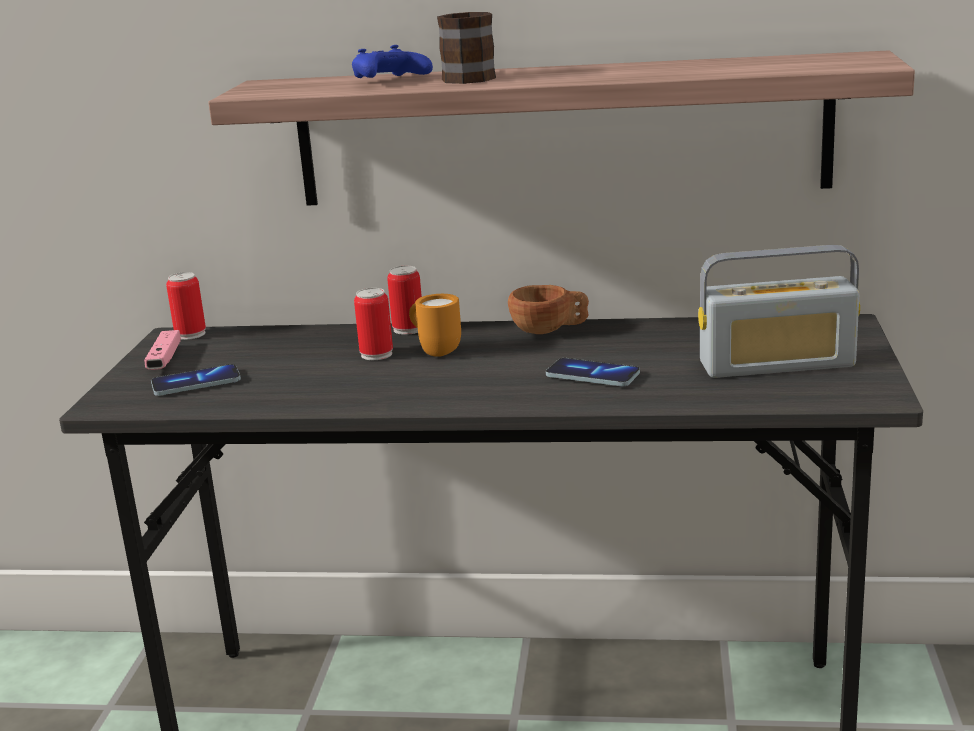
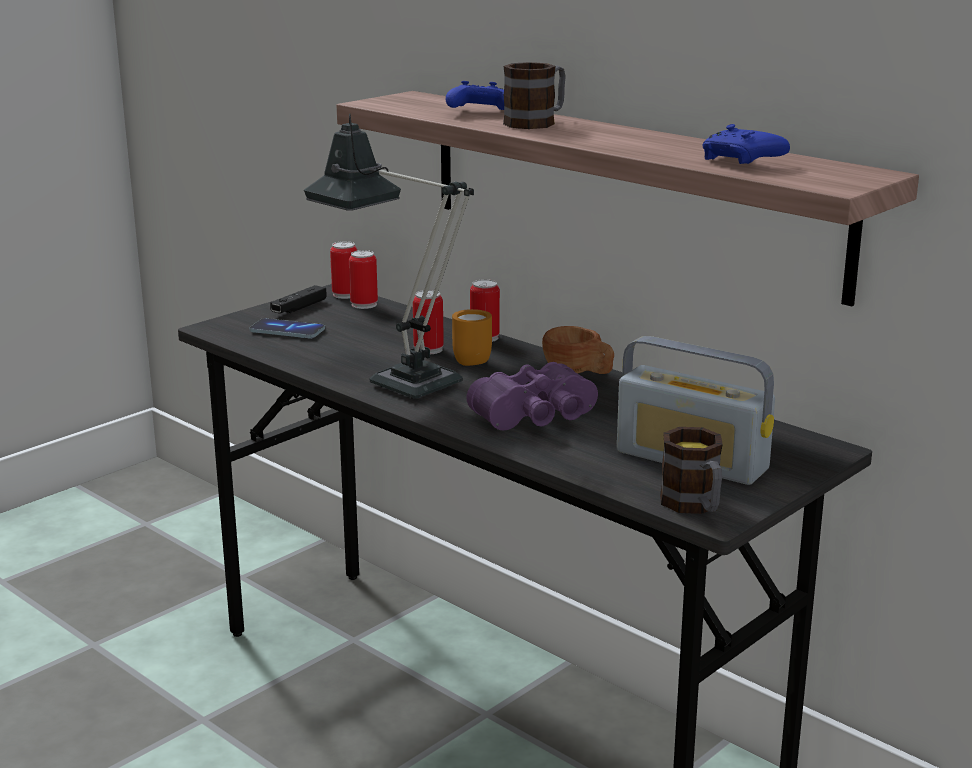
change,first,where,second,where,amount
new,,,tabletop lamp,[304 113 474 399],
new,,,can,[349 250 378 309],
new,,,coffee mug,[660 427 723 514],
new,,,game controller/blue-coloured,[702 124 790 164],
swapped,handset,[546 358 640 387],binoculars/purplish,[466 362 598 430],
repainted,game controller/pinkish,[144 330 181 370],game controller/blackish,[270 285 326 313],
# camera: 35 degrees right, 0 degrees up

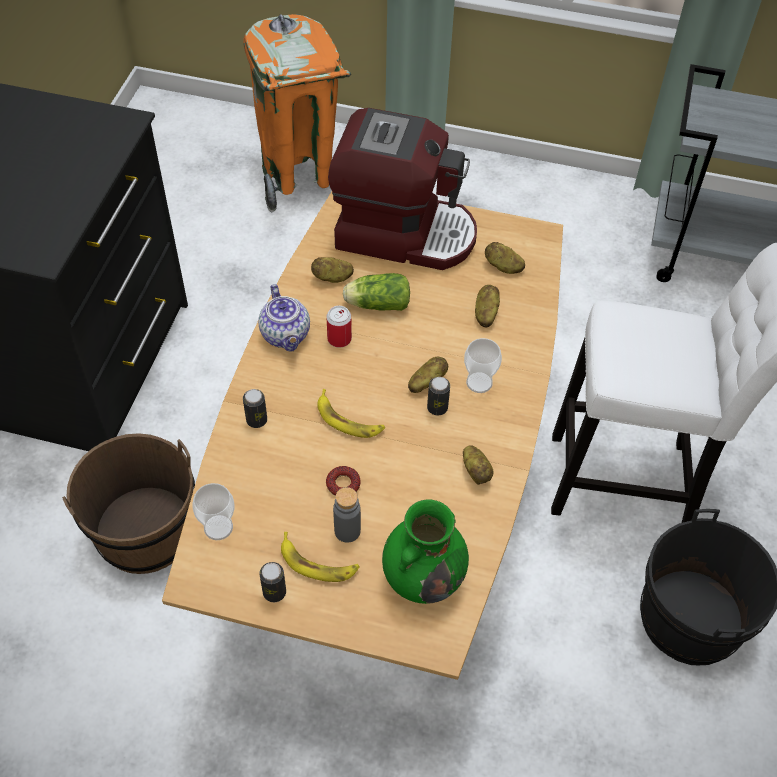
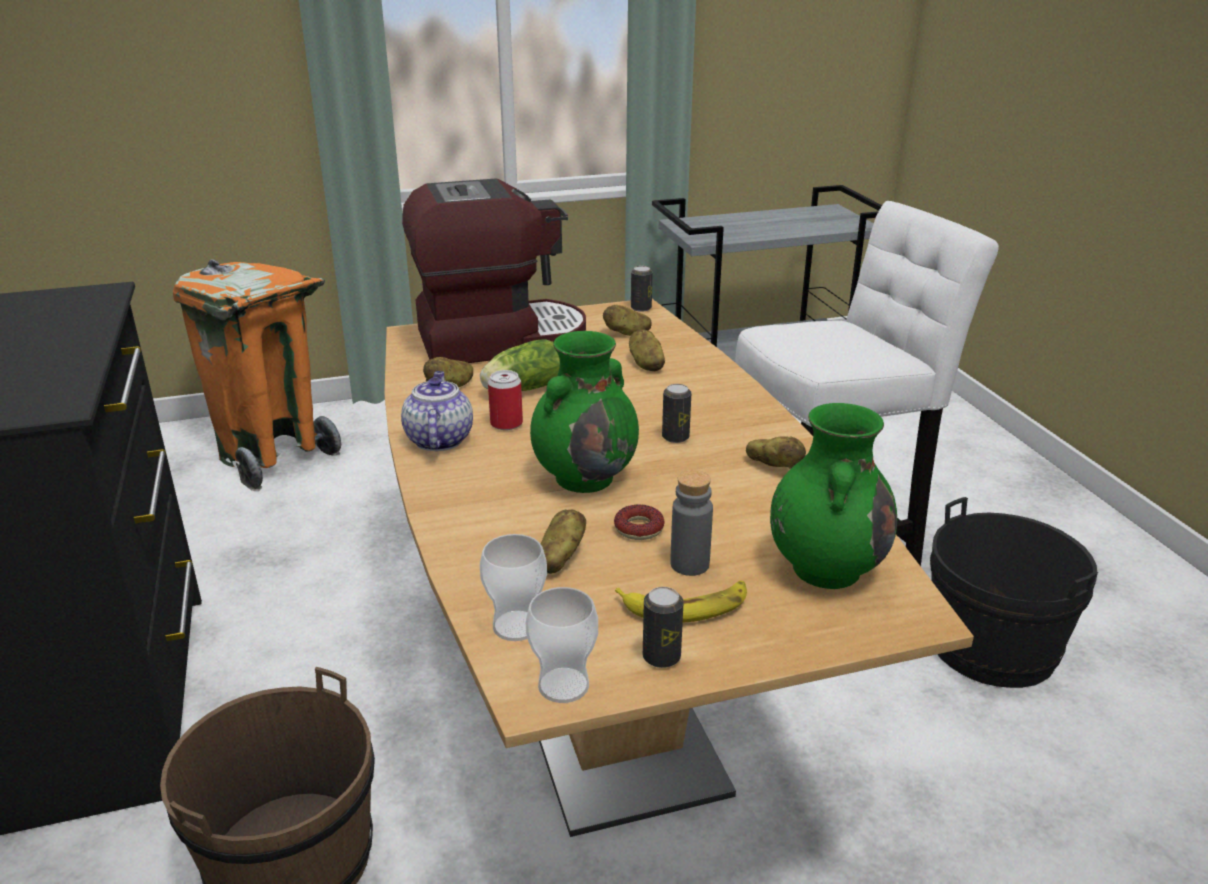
change,first,where,second,where,amount
shifted,can,[243 389 267 428],,[631 266 653 312],
shifted,whole potato,[408 357 449 393],,[540 510 586 574],
shifted,drinking cup,[464 338 502 393],,[526 587 598 703],
swapped,banana,[317 389 385 438],flower vase/green,[530 331 639 493],
rotated,pot for tea,[258 284 310 352],,[401 371 473 451],135 degrees counterclockwise
# camera: 30 degrees left, 25 degrees down

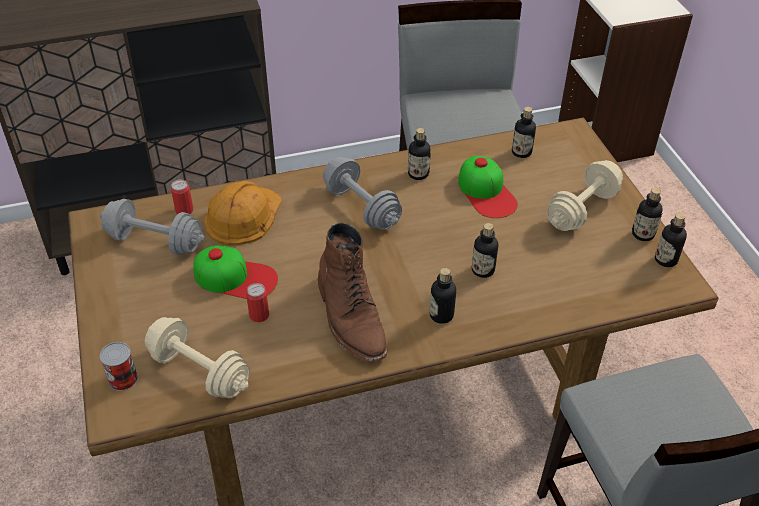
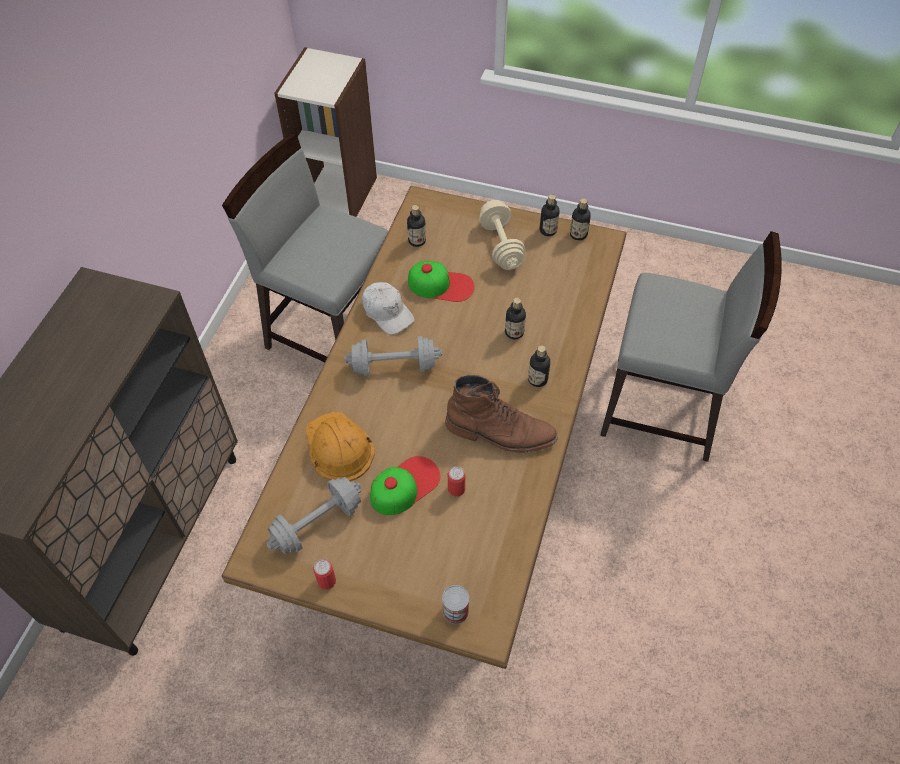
change,first,where,second,where,amount
gone,free weight/sand-coloured,[145 317 250 398],,,
shifted,can,[171 180 194 214],,[313 559 336 590],
swapped,bottle,[408 128 431 180],baseball cap/whitish,[362 282 415 335],
# camera: 55 degrees left, 10 degrees up

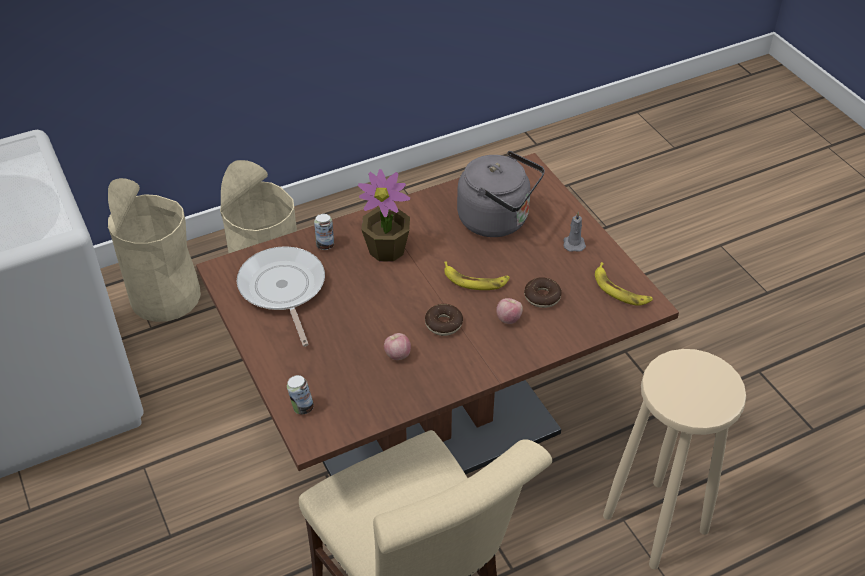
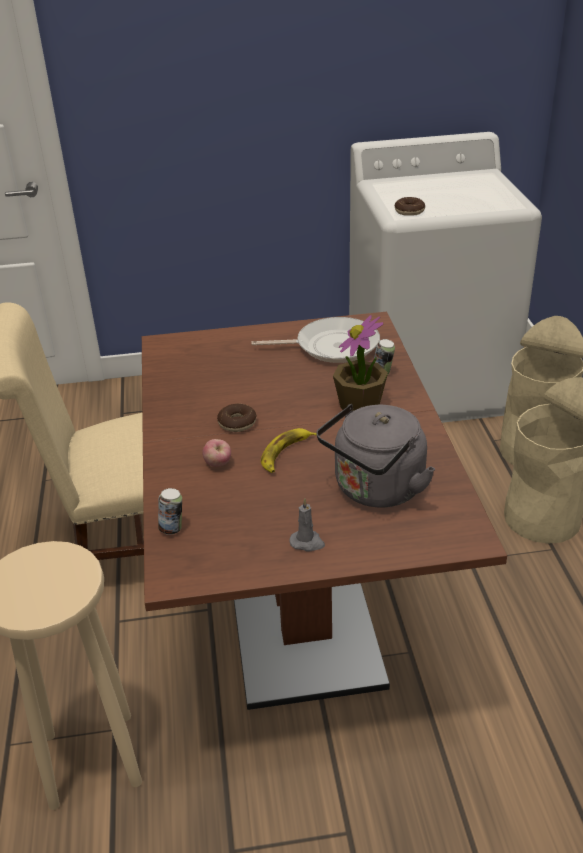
change,first,where,second,where,amount
gone,apple fruit,[384 333 411 360],,,
gone,banana,[595 262 653 306],,,
shifted,can,[287 375 314 415],,[158 488 182 535],
shifted,donut,[524 277 562 308],,[395 197 425 216],
# camera: 110 degrees right, 10 degrees down

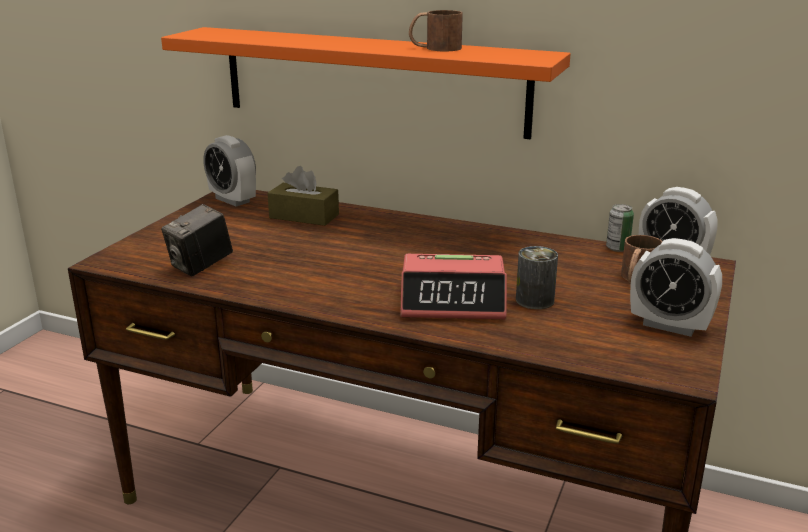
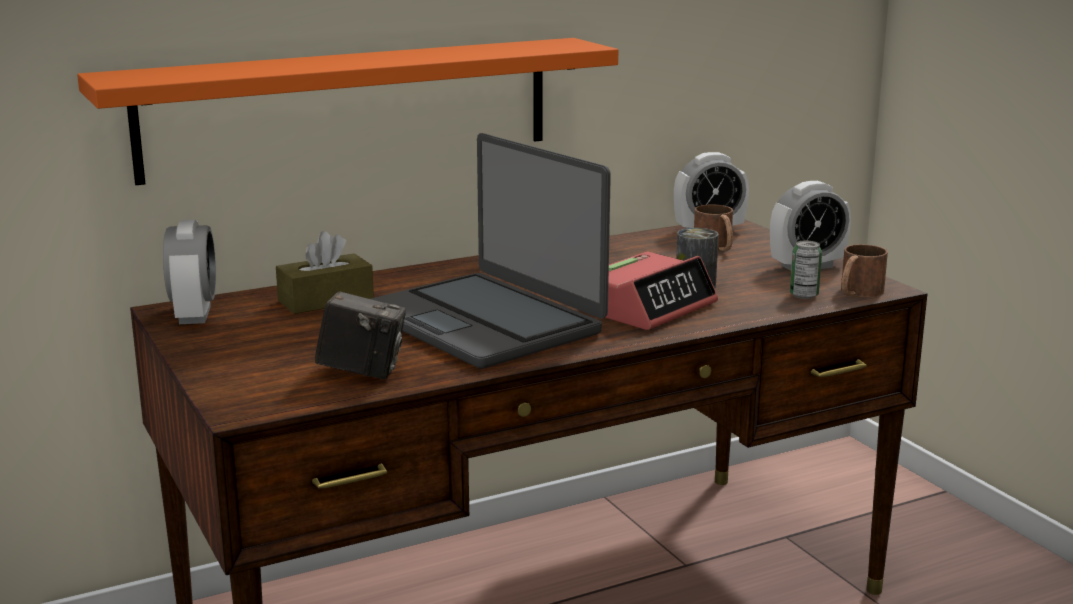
change,first,where,second,where,amount
new,,,portable computer,[371 133 611 369],
shifted,coffee mug/brown,[409 10 463 51],,[841 244 888 297],
shifted,can,[606 204 634 252],,[790 240 822 299],
rotated,photo camera,[161 204 233 276],,[315 291 406 379],75 degrees counterclockwise
rotated,table clock,[203 135 256 207],,[163 220 216 324],90 degrees counterclockwise
# camera: 50 degrees left, 5 degrees down

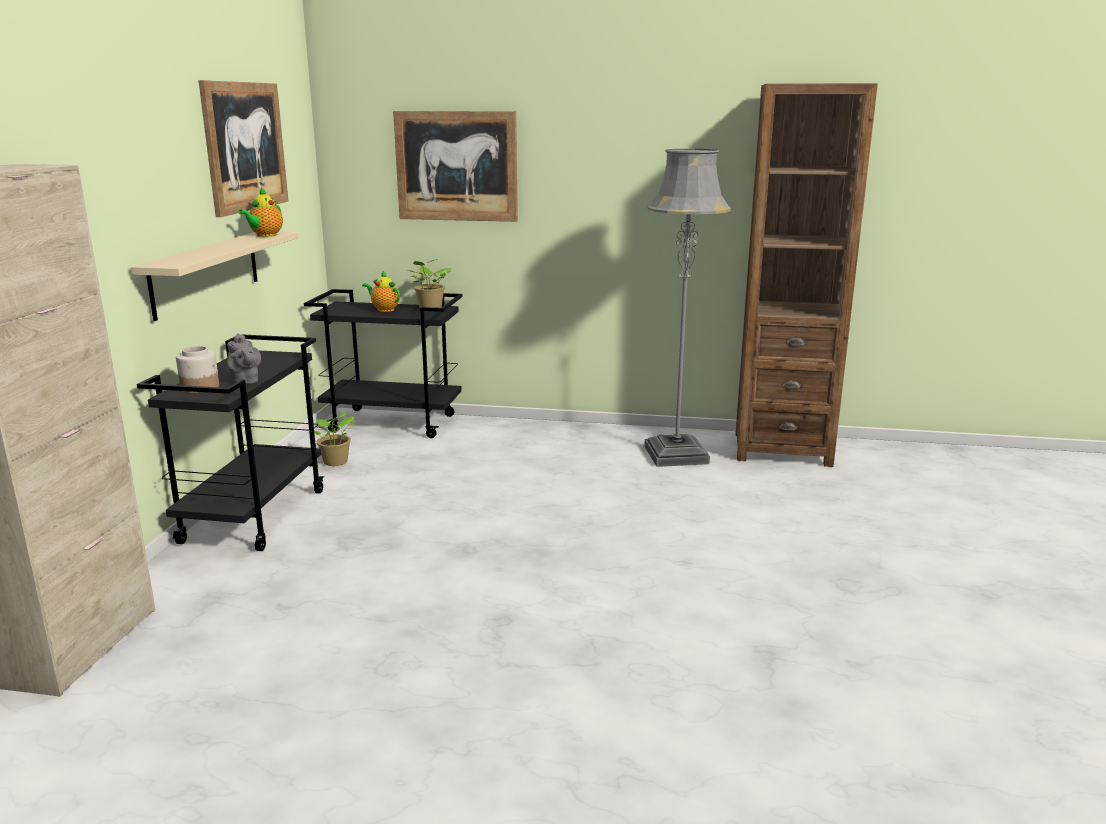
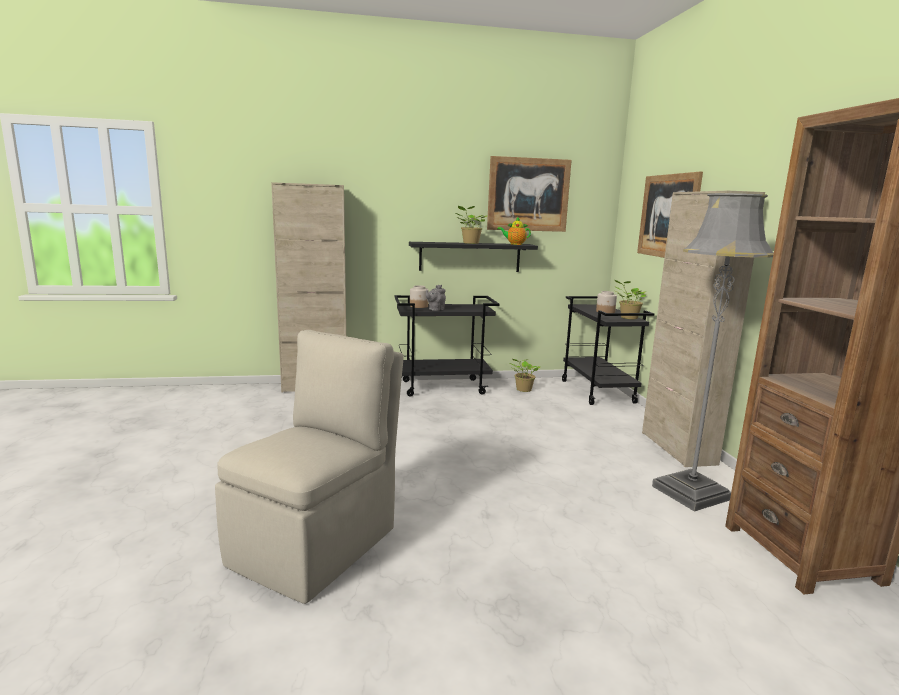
change,first,where,second,where,amount
new,,,upright chair/sand-coloured,[215 330 403 604],
new,,,plant in a pot,[456 206 487 244],
new,,,storage cabinet/sand-coloured,[642 190 765 467],
swapped,pot for tea,[362 271 400 312],jar,[596 291 617 313],
repainted,shelf/sand-coloured,[131 231 298 321],shelf/blackish,[409 242 538 272],
# camera: 70 degrees right, 5 degrees down

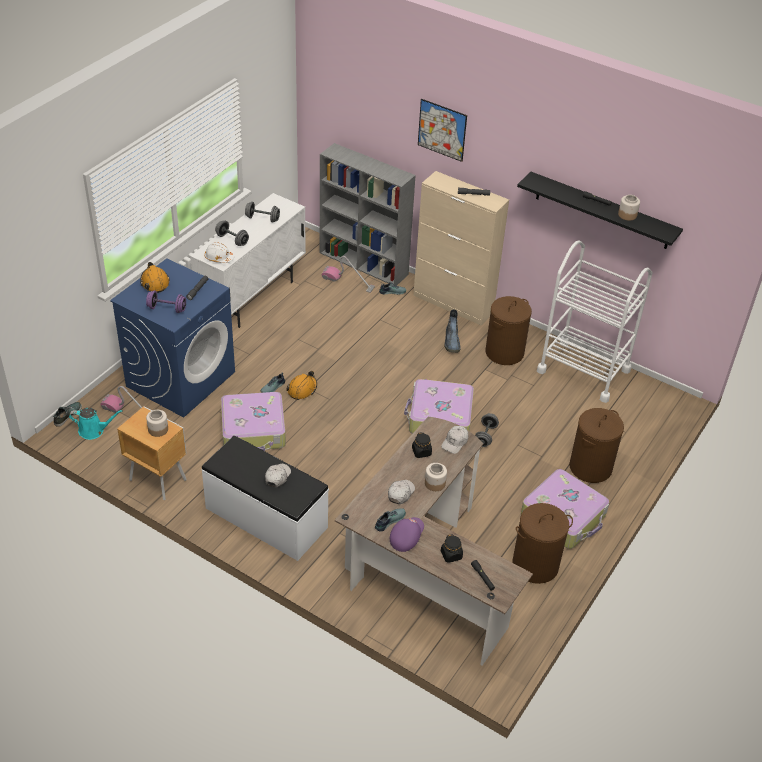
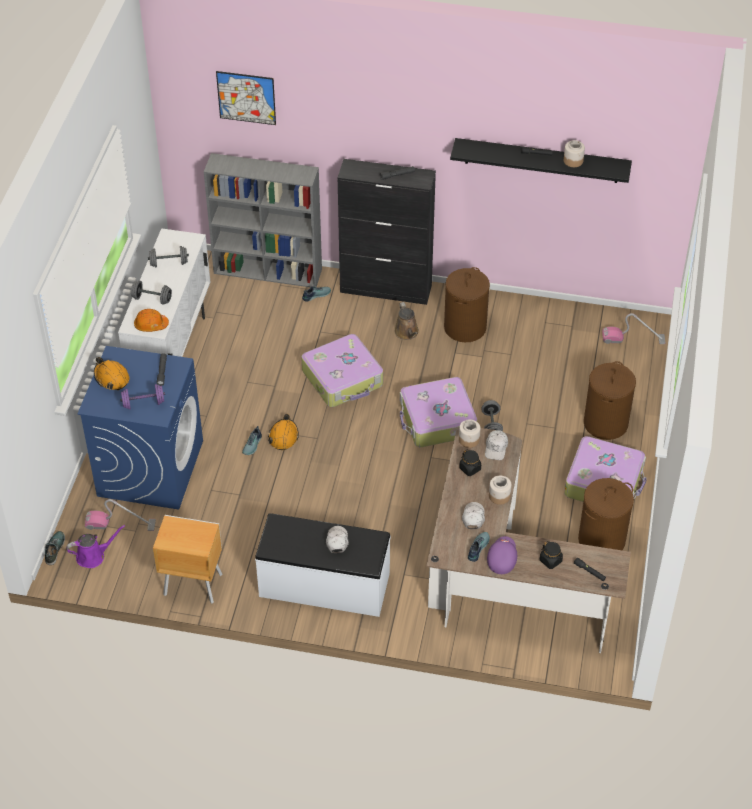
change,first,where,second,where,amount
gone,wheeled cart/whitish,[537 240 653 403],,,
shifted,jar,[146 410 168 437],,[459 419 480 448],
shifted,piece of luggage,[221 392 286 451],,[301 334 383 407],
shifted,vacuum,[322 256 375 293],,[602 313 665 344],
shifted,wall art,[418 99 467 162],,[216 71 276 125],
swapped,high-top boot,[444 310 461 353],sprinkling can/brown,[394 302 419 340],
repainted,sprinkling can/turquoise,[69 408 123 440],sprinkling can/purplish,[66 525 125 568],
repainted,hard hat/whitish,[204 242 234 263],hard hat/orange-coloured,[134 309 169 332],
repainted,storage cabinet/sand-coloured,[413 171 509 326],storage cabinet/blackish,[338 159 436 305],
# camera: 20 degrees left, 5 degrees up

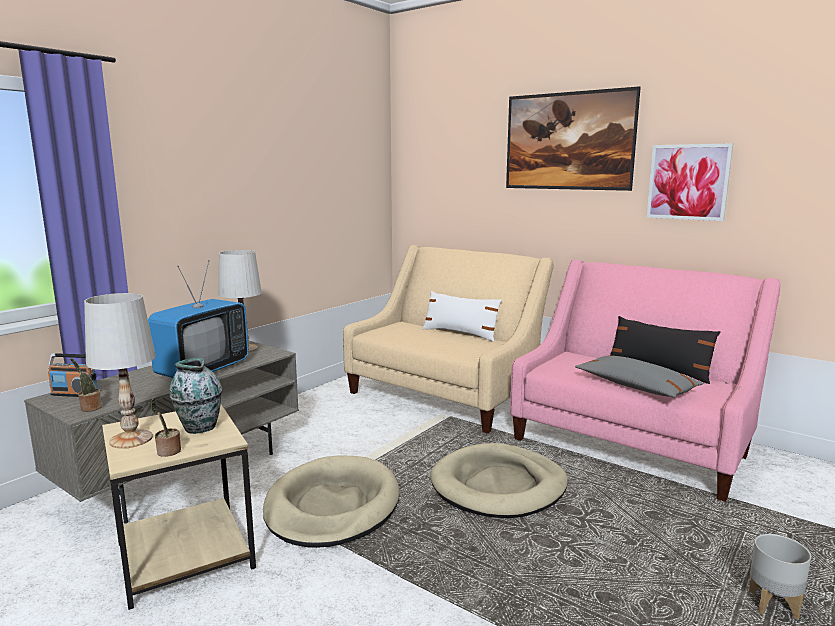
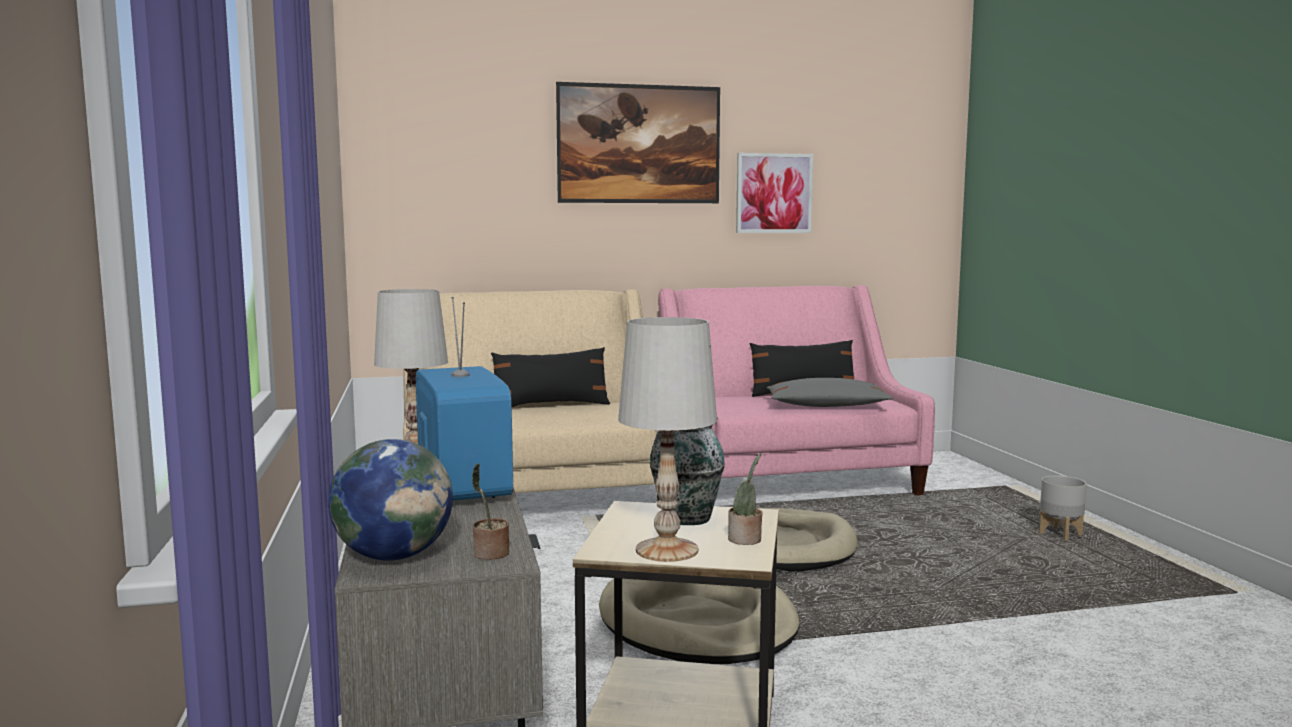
change,first,where,second,where,amount
swapped,radio,[48 353 98 397],globe,[328 439 453 561],
repainted,pillow/whitish,[422 291 502 342],pillow/blackish,[491 347 610 407],
# camera: 50 degrees left, 5 degrees down

